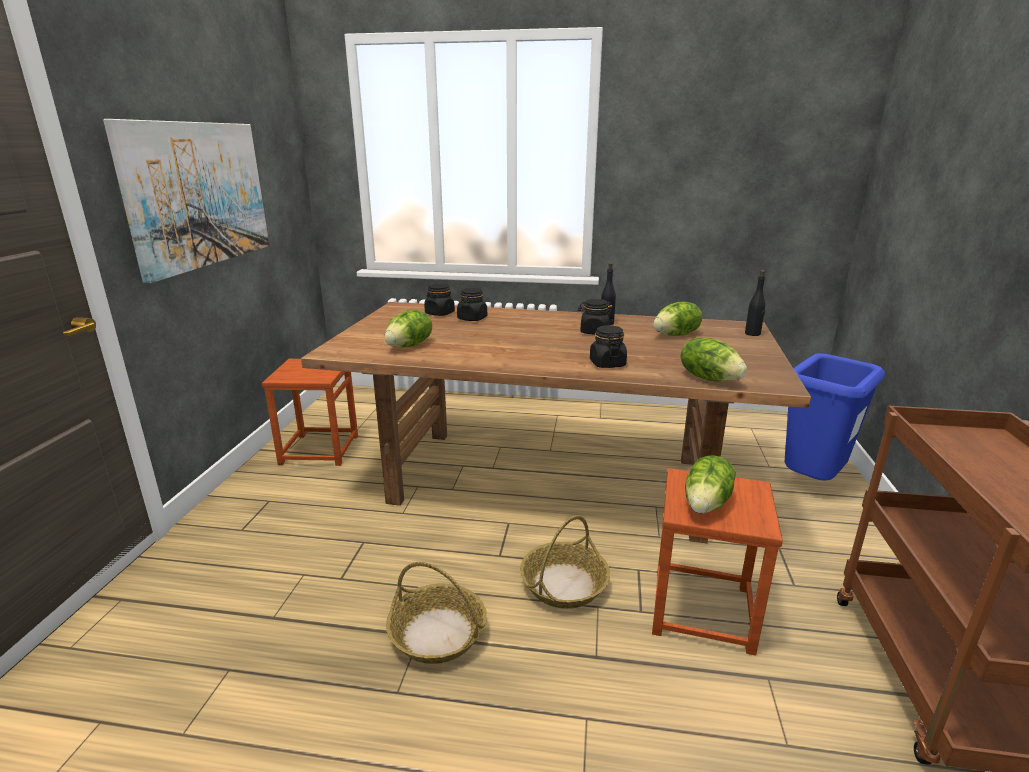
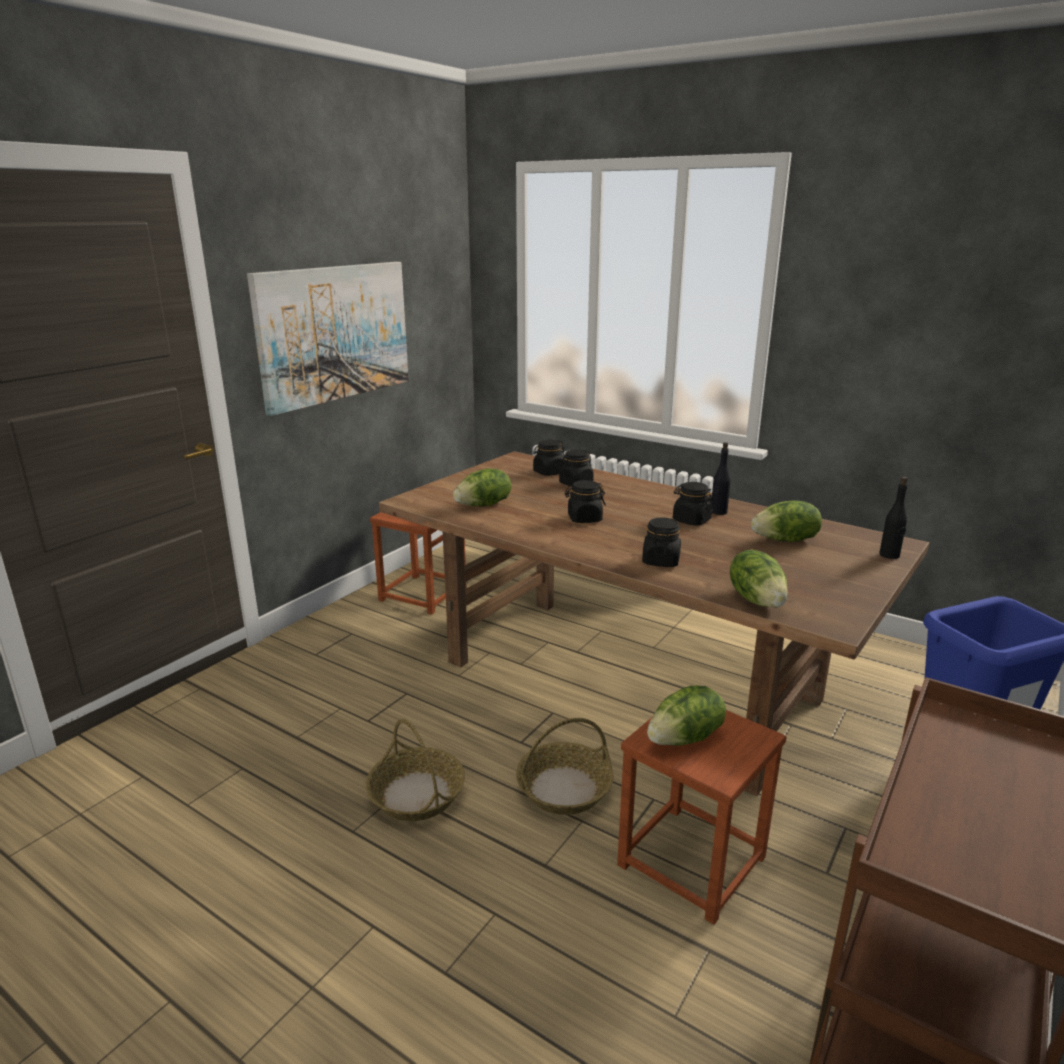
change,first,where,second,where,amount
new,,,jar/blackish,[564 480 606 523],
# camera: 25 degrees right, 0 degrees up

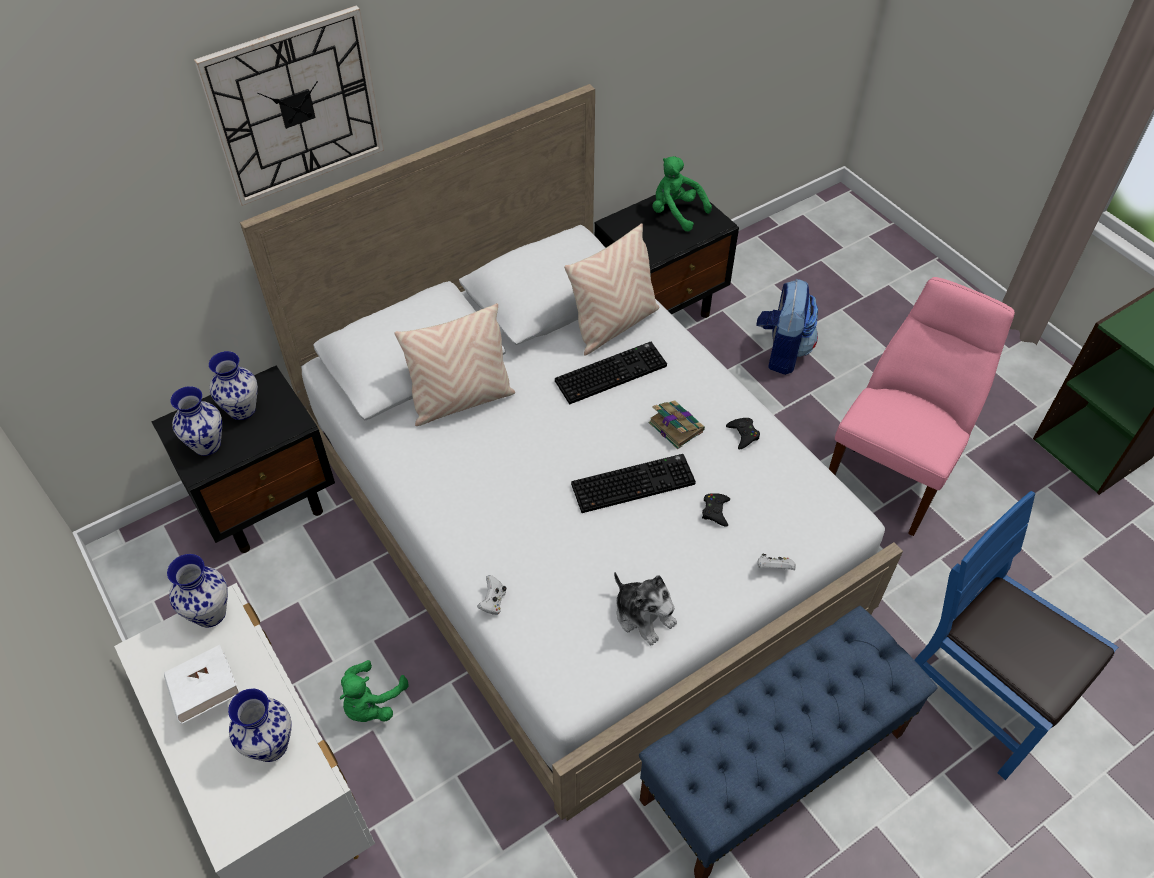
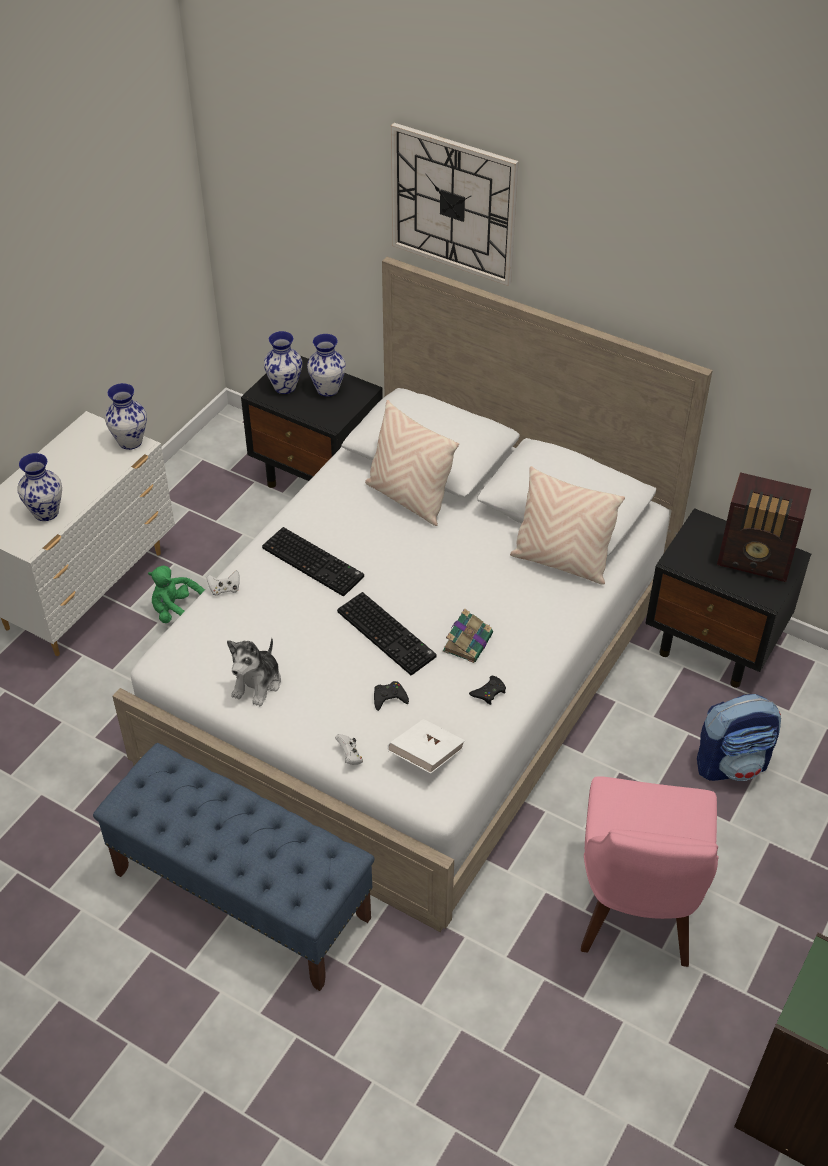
change,first,where,second,where,amount
gone,upright chair/blue-coloured,[914 491 1118 780],,,
shifted,volume/whitish,[164 645 240 724],,[387 719 465 774],
shifted,computer keyboard,[555 342 667 404],,[262 527 364 596],
swapped,plush toy/green,[652 156 712 231],radio,[717 472 811 582],
rotated,upright chair/pinkish,[829 277 1015 536],,[581 776 719 967],90 degrees clockwise
# camera: 65 degrees right, 5 degrees down

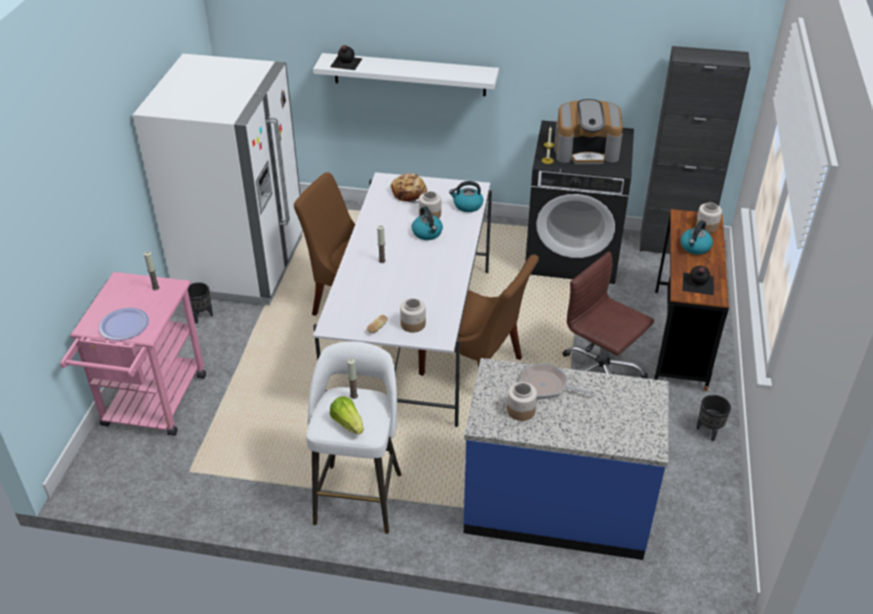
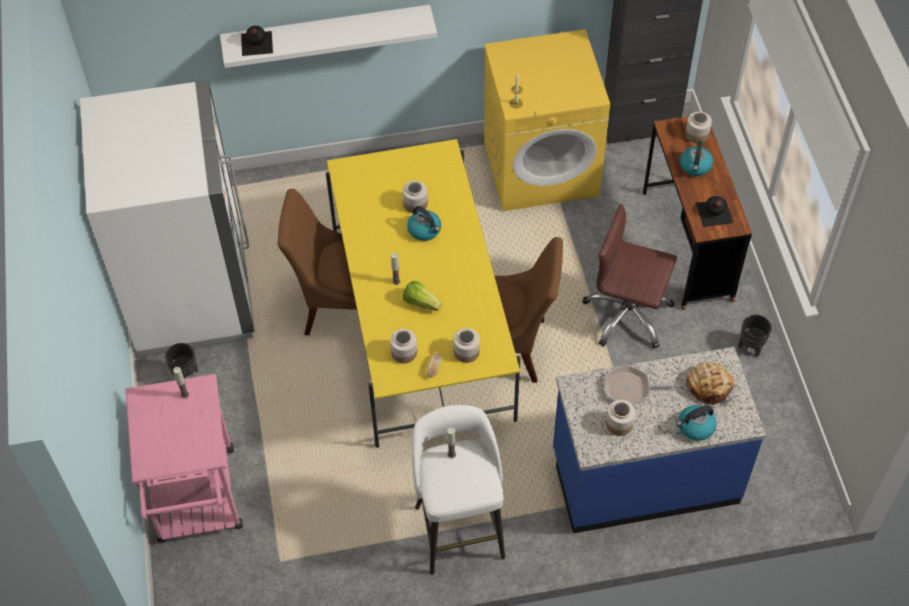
change,first,where,second,where,amount
gone,plate,[99 308 149 341],,,
gone,coffee maker,[554 99 623 164],,,
new,,,jar,[390 329 417 364],
shifted,head of lettuce,[330 396 364 434],,[403 281 442 311],
shifted,baked bread,[391 173 427 204],,[686 361 735 406],
shifted,tea kettle,[449 181 483 212],,[676 405 716 441],
repainted,dinner table/whitish,[313 172 492 427],dinner table/yellow-coloured,[326 139 520 448],
repainted,laundry machine/blackish,[525 120 634 284],laundry machine/yellow-coloured,[484 29 610 211],
# camera: 20 degrees left, 15 degrees up

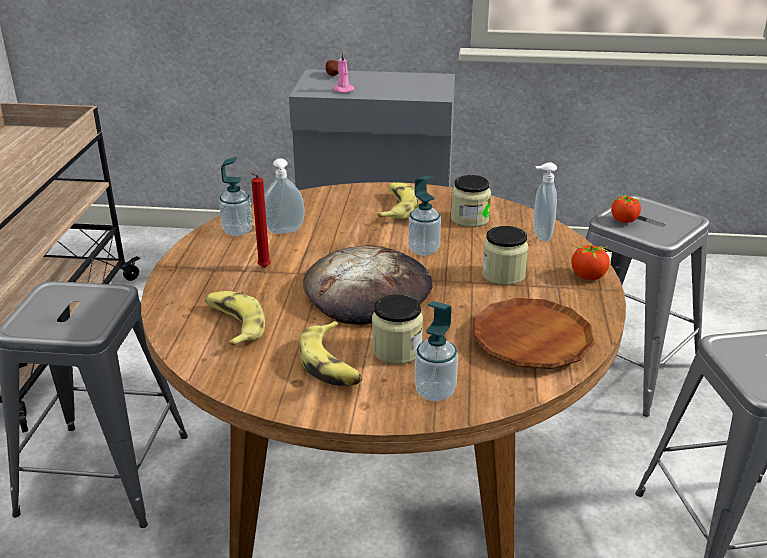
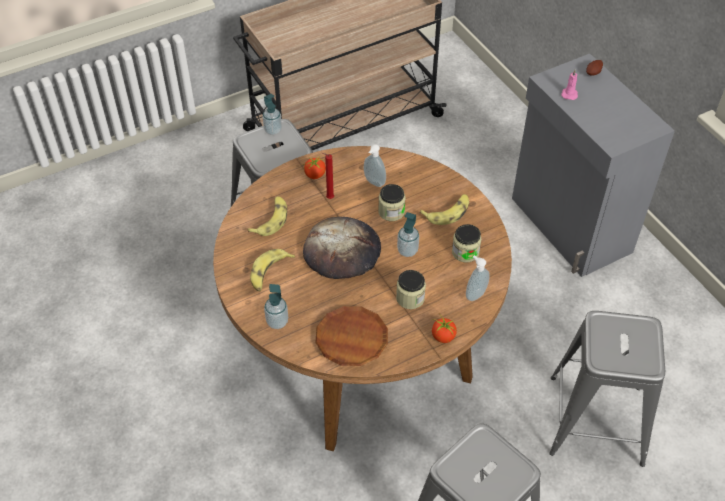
change,first,where,second,where,amount
shifted,liquid soap bottle,[219 157 252 236],,[263 94 282 135],
shifted,jar,[372 295 423 364],,[378 184 406 221],
shifted,fresh tomato,[611 194 641 223],,[303 156 326 179],
# camera: 55 degrees right, 20 degrees up

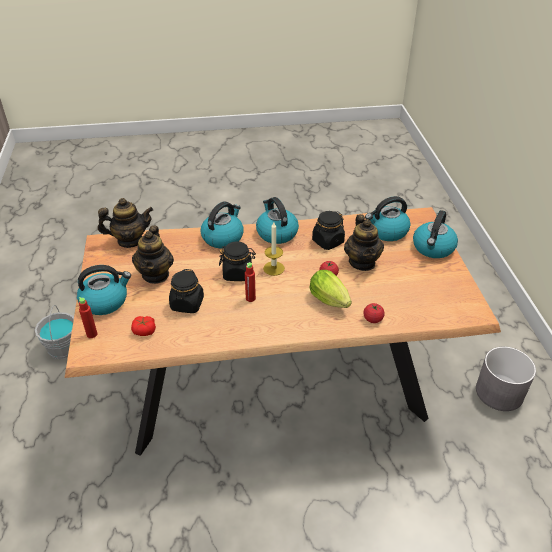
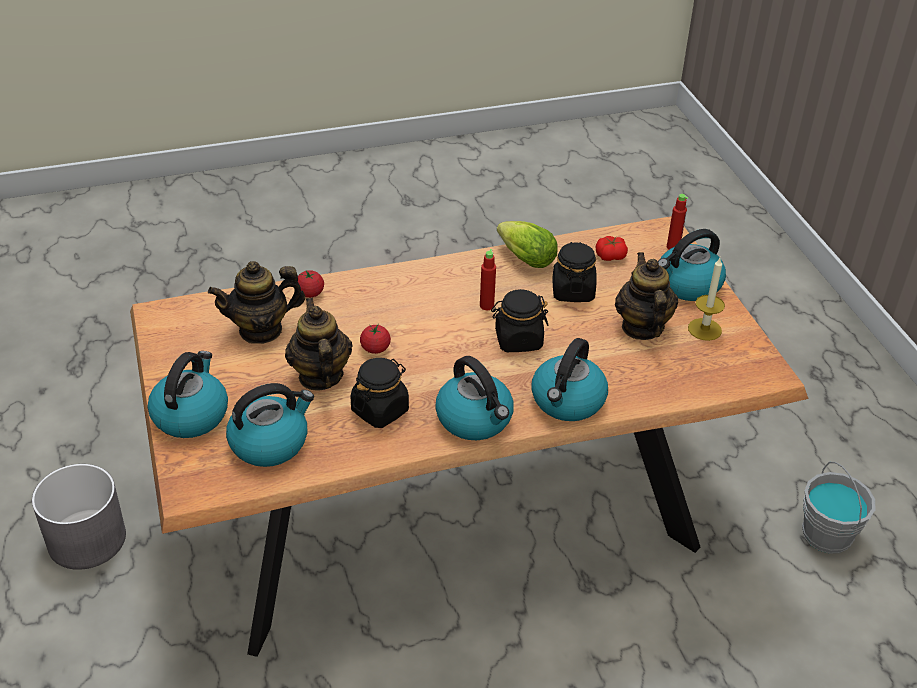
change,first,where,second,where,amount
shifted,pot for tea,[98 198 153 248],,[208 261 305 344],
shifted,wax light,[263 222 285 276],,[688 258 725 341],
shifted,head of lettuce,[309 270 352 308],,[497 221 557 268],
# camera: 170 degrees right, 0 degrees up

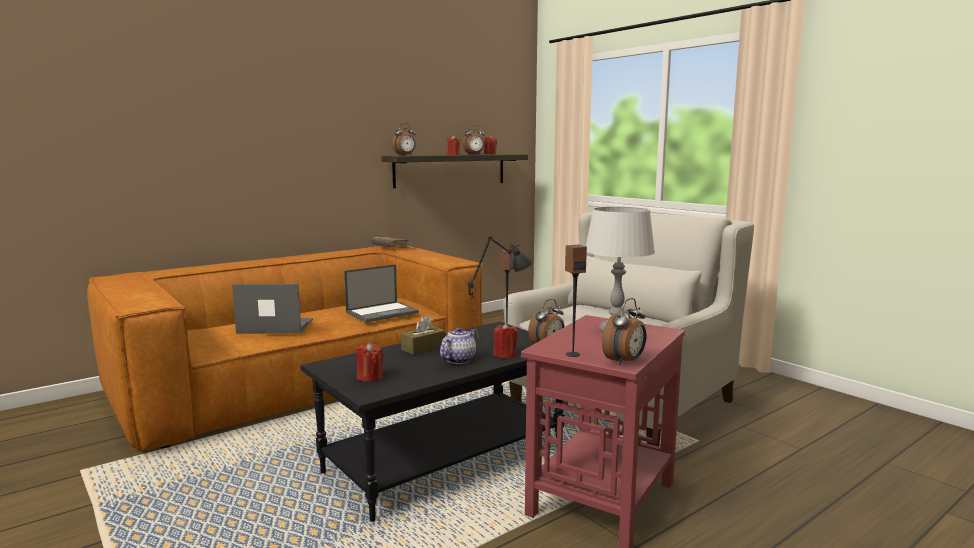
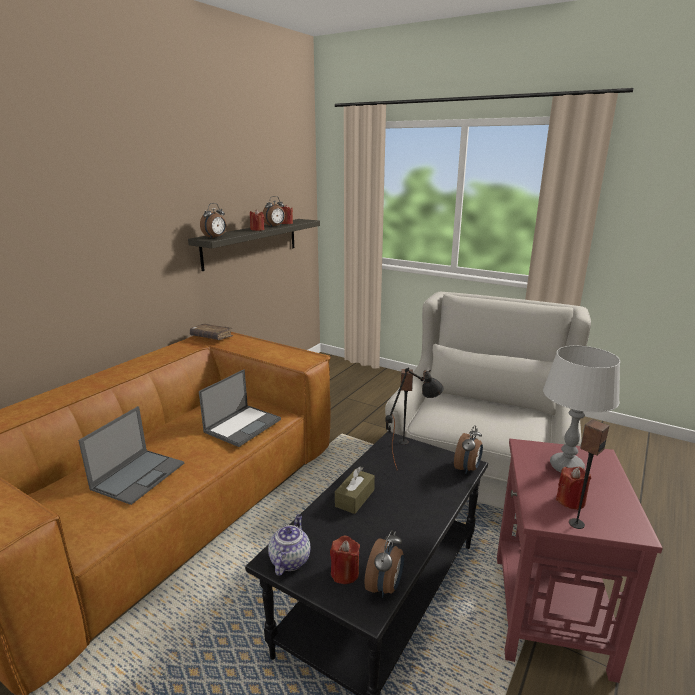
change,first,where,second,where,amount
shifted,pot for tea,[440 327 476 364],,[268 514 310 576],
shifted,wax light/reddish,[494 323 518 358],,[556 467 591 510],
shifted,table clock,[602 298 646 365],,[365 530 404 598],
rotated,portable computer,[232 284 313 334],,[78 406 184 505],135 degrees clockwise
# camera: 20 degrees left, 10 degrees up

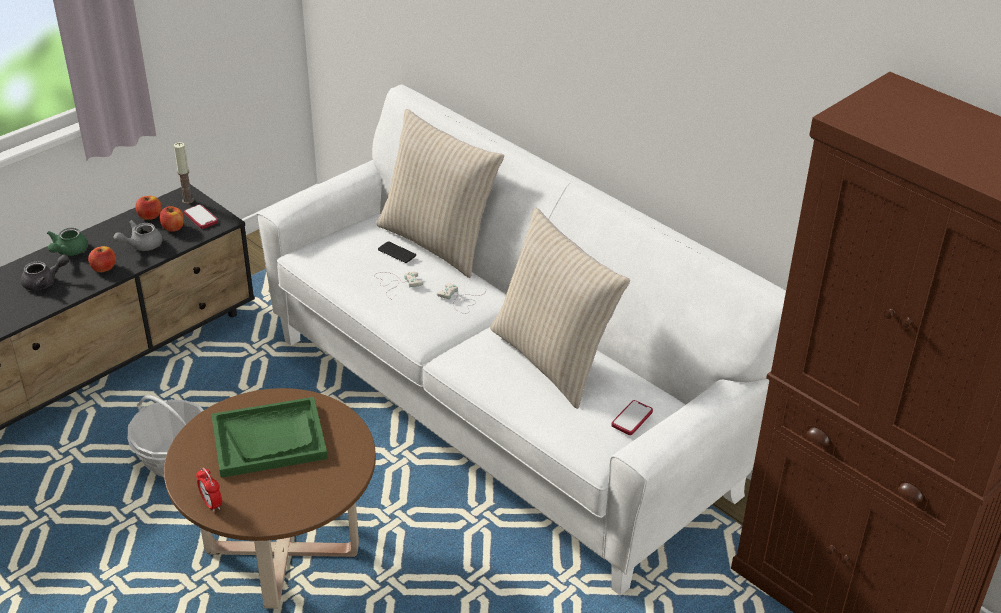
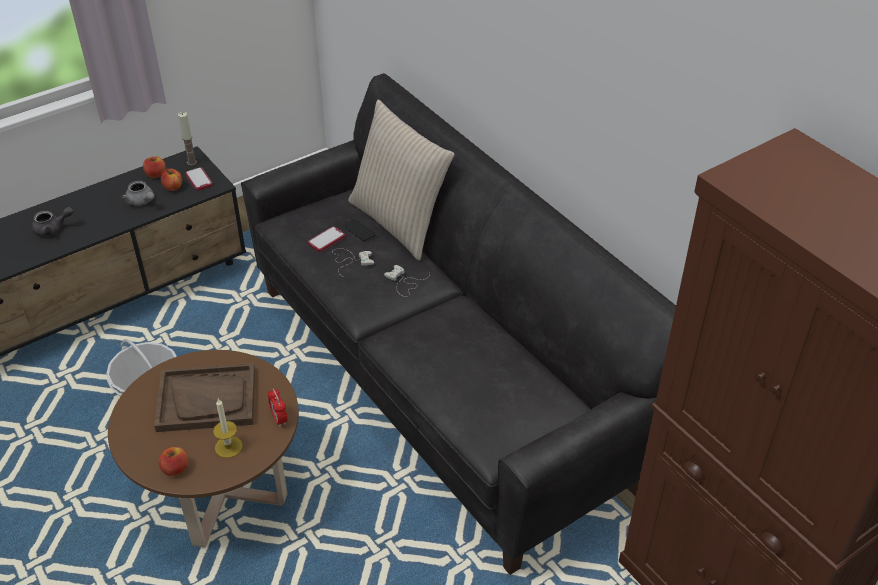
change,first,where,second,where,amount
gone,pot for tea/green,[47 228 88 256],,,
gone,pillow/sand-coloured,[490 208 630 409],,,
new,,,wax light,[213 399 243 458],
shifted,apple fruit,[88 246 116 272],,[159 447 189 476],
shifted,table clock,[196 468 222 512],,[267 388 287 427],
shifted,handset,[611 400 653 435],,[308 227 345 252],
repainted,carrying tray/green,[211 397 328 478],carrying tray/brown,[154 363 255 432],
repainted,sofa/whitish,[256 85 786 596],sofa/blackish,[241 73 676 575],
rotated,pot for tea/greyish,[114 220 163 251],,[122 181 155 206],105 degrees counterclockwise
# camera: 10 degrees right, 5 degrees up

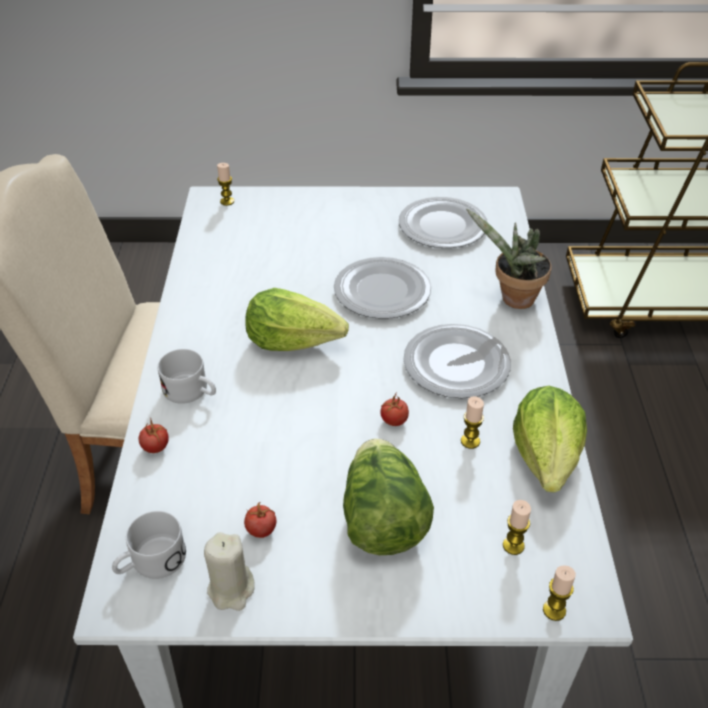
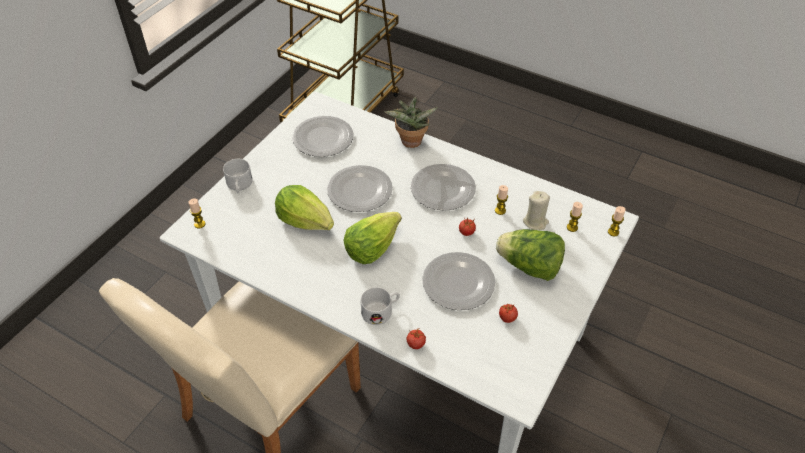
change,first,where,second,where,amount
new,,,plate,[422 252 495 310],
shifted,coffee mug/whitish,[112 511 186 579],,[223 159 253 193],
shifted,wax light/sand-coloured,[204 532 255 611],,[523 191 550 230],
shifted,head of lettuce,[513 386 587 493],,[275 185 334 230],
# camera: 60 degrees left, 5 degrees up

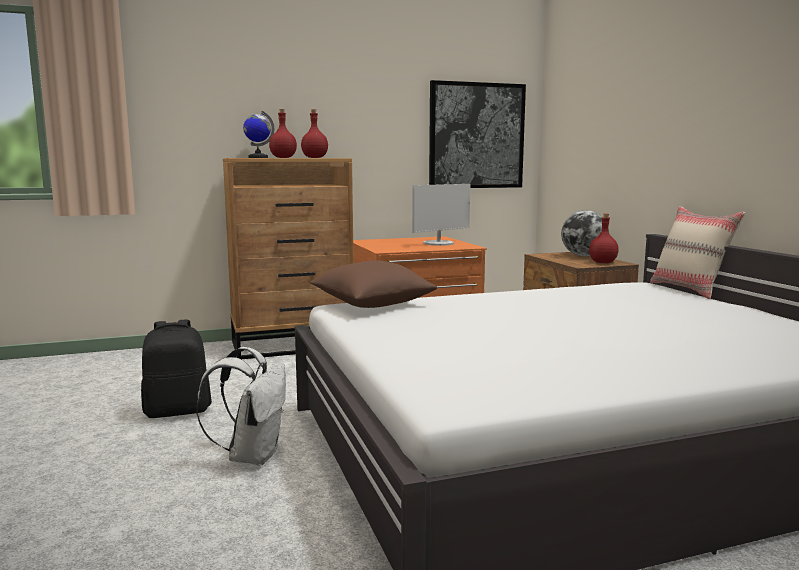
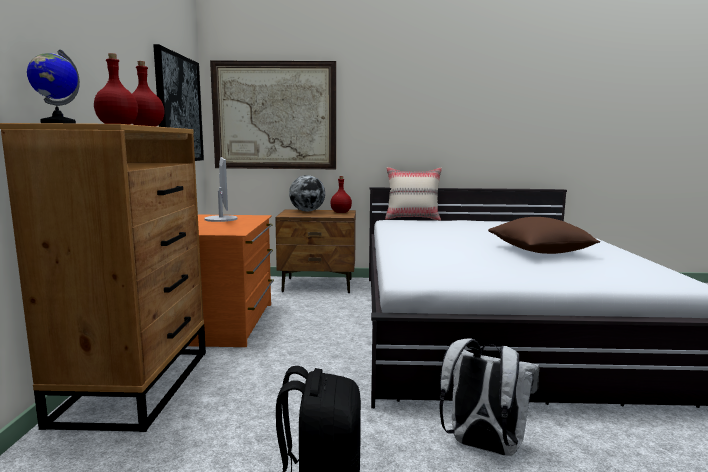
change,first,where,second,where,amount
new,,,wall art,[210 61 336 169],
shifted,pillow/brown,[310 260 437 308],,[488 217 600 254],
# camera: 70 degrees left, 0 degrees up

